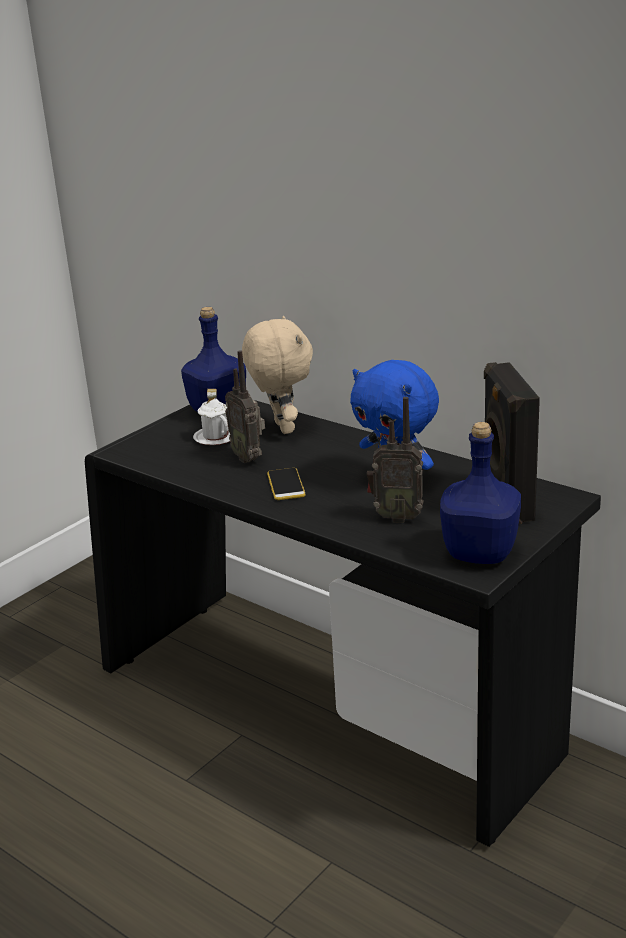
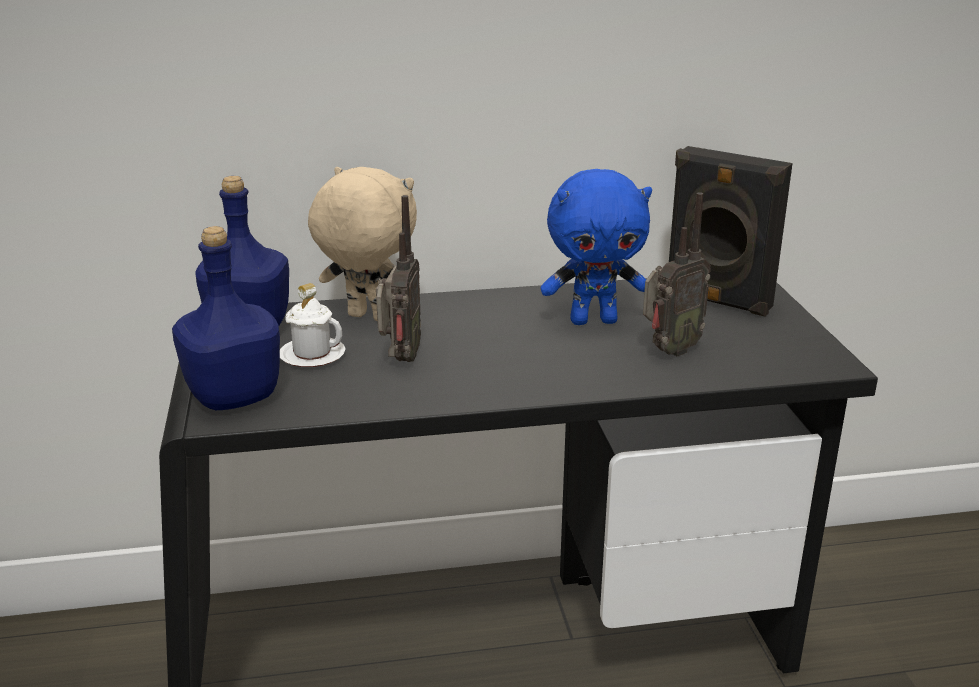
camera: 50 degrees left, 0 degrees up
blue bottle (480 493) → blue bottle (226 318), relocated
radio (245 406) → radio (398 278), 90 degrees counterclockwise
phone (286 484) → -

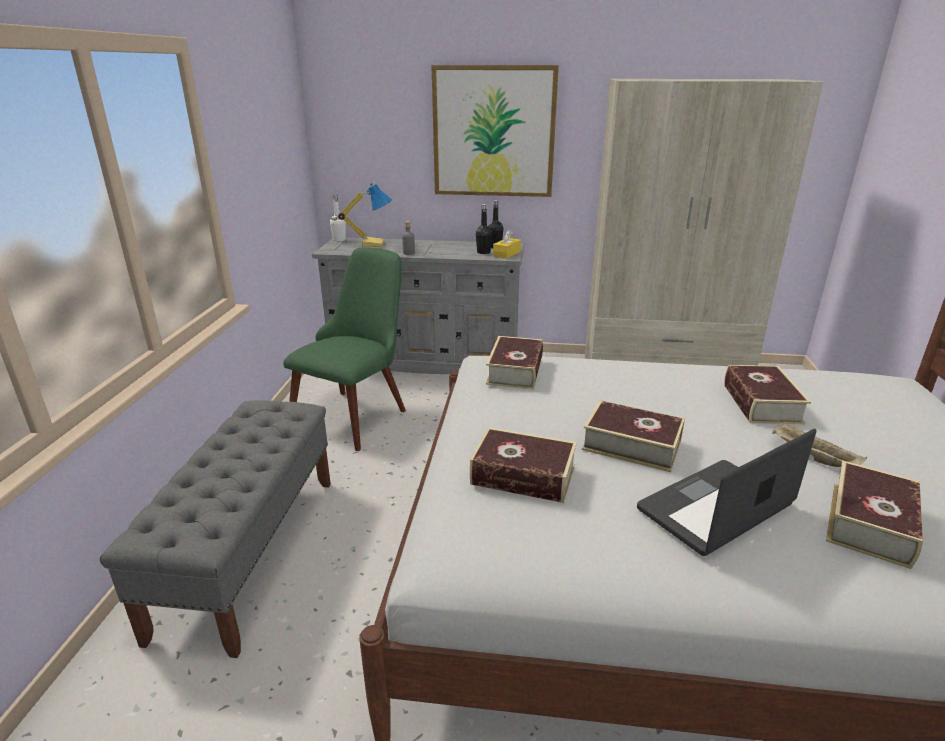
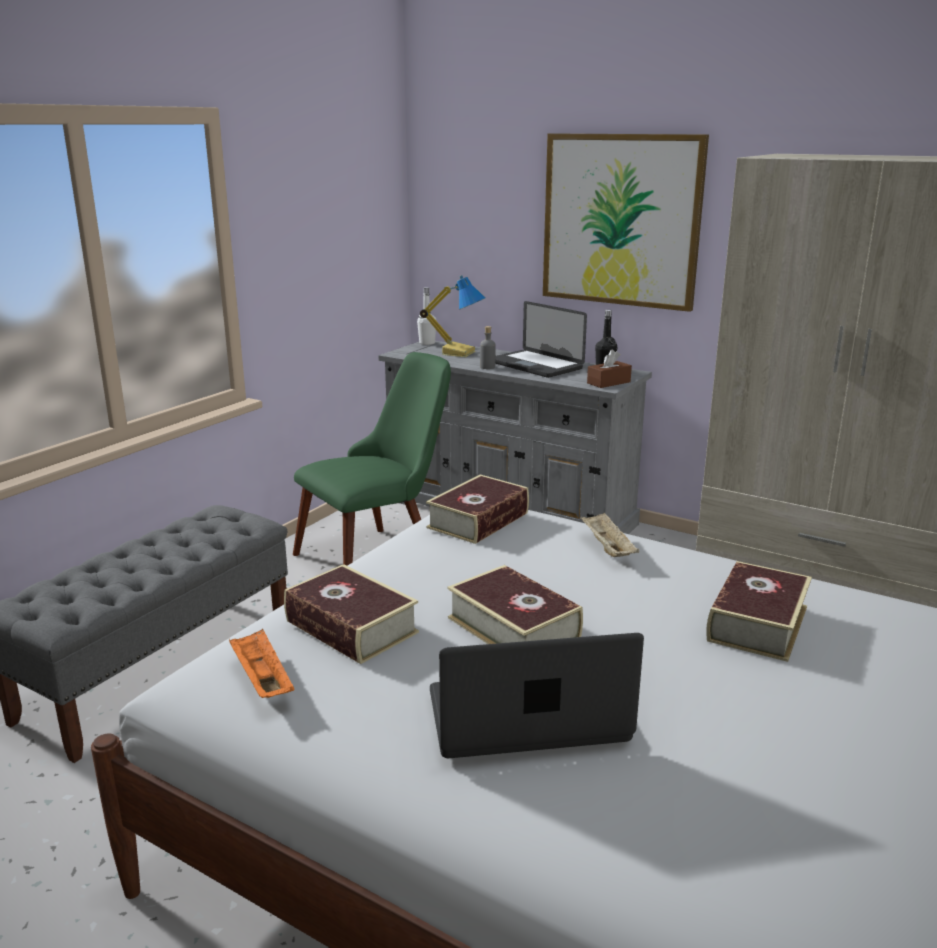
camera: 25 degrees right, 5 degrees down
- → orange tray (261 663)
- → laptop (541 339)
beige tray (819 444) → beige tray (610 534), relocated
yellow tissue box (507 244) → brown tissue box (609 369)
black bottle (484 229) → -
book (874 514) → -

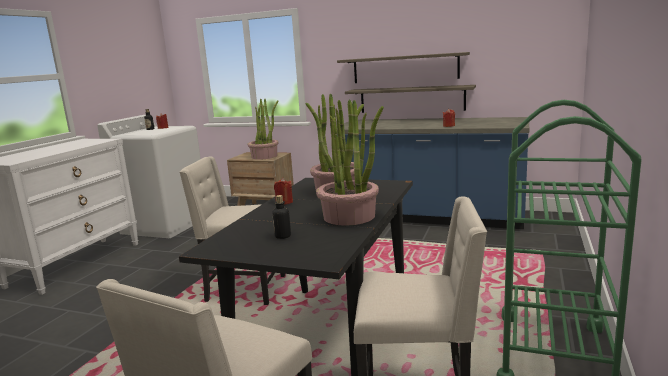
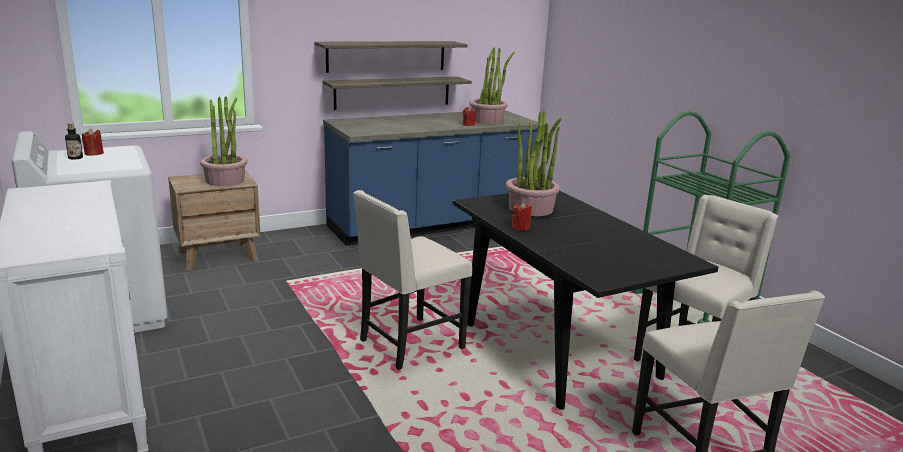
camera: 50 degrees left, 5 degrees up
potted plant (350 162) → potted plant (492 86), relocated
bottle (282 217) → -

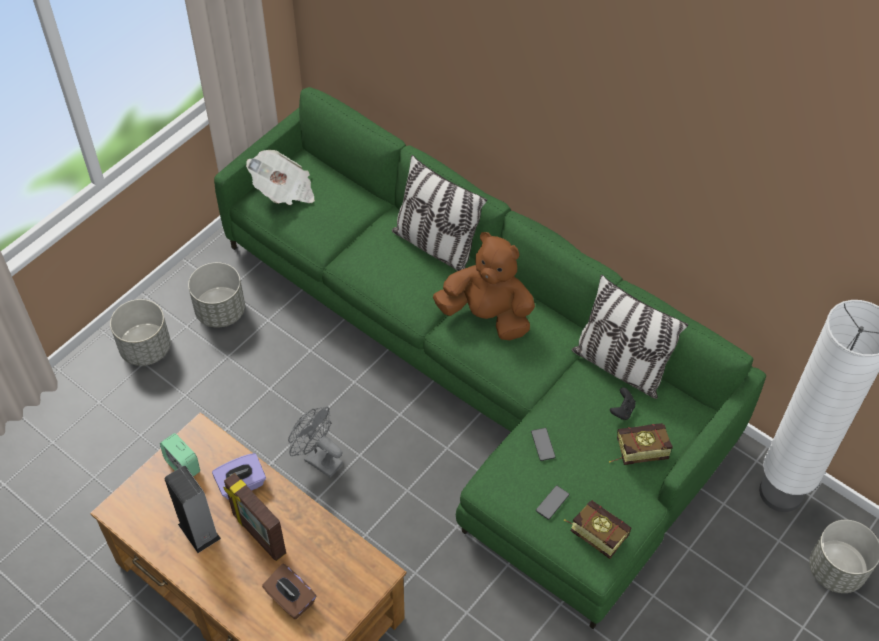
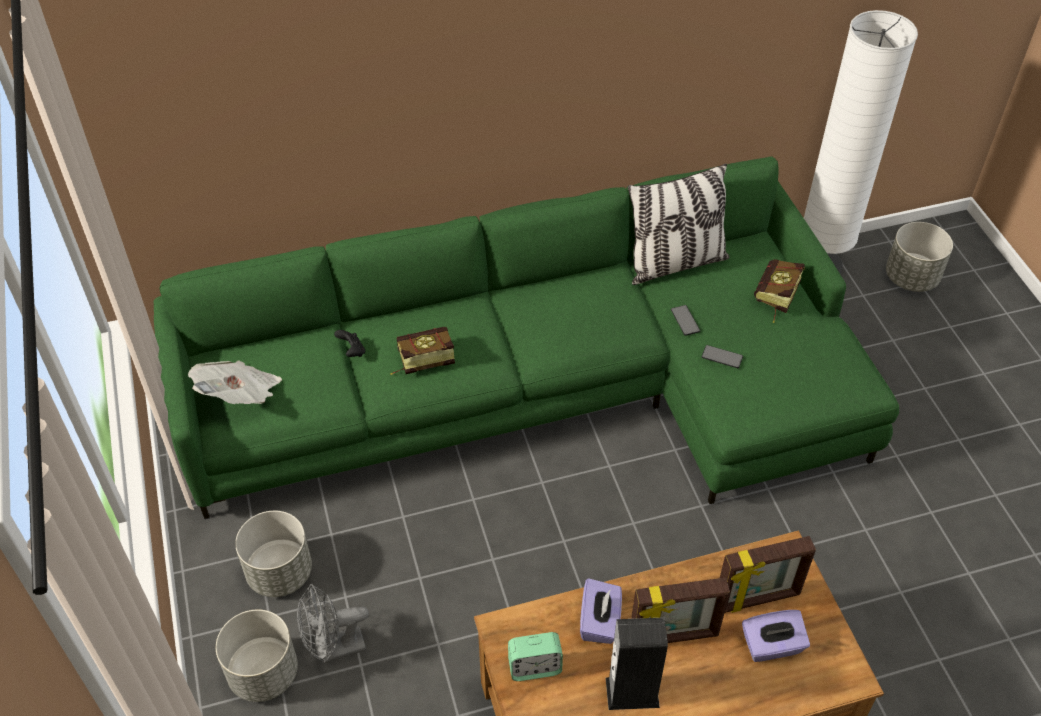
camera: 55 degrees left, 5 degrees down
grey fan (315 442) → grey fan (333 624), relocated
black game controller (623 403) → black game controller (349 343), relocated
book (597 529) → book (422 351), relocated
phone (552 502) → phone (685 320), relocated
- → picture frame (768 574)
brown tissue box (289 591) → purple tissue box (776 636)
pillow (439 213) → -
brown plush toy (484 286) → -

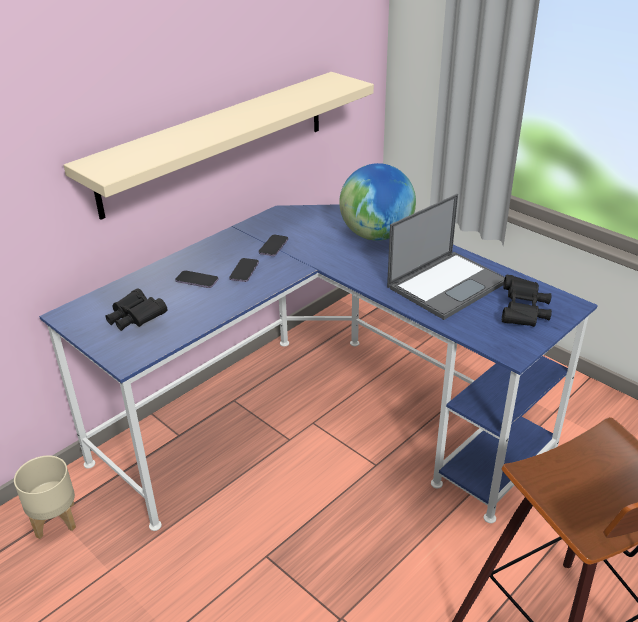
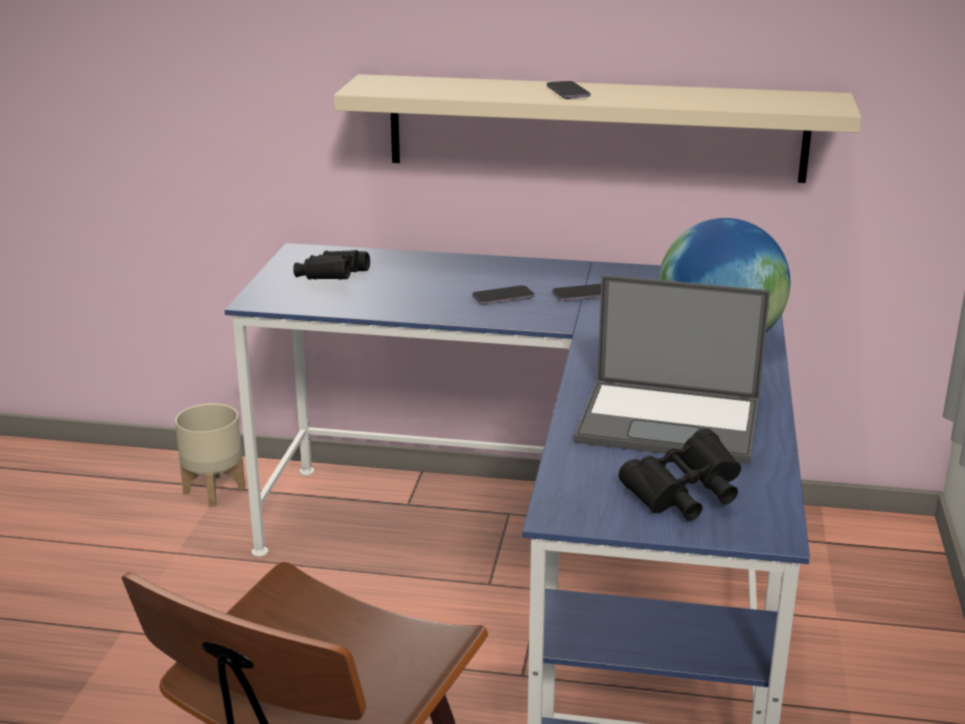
camera: 55 degrees right, 10 degrees down
phone (196 279) → phone (568 90), relocated

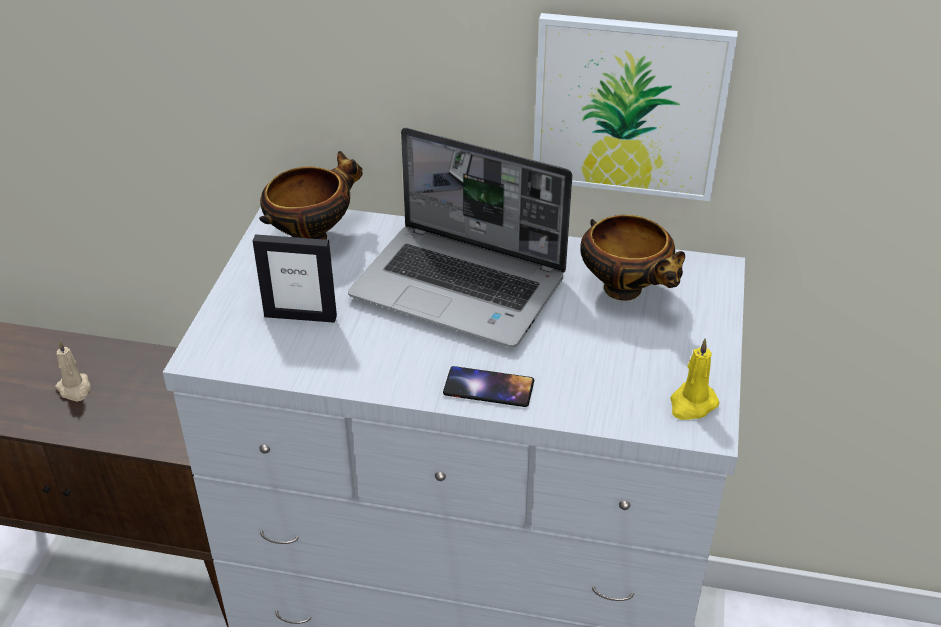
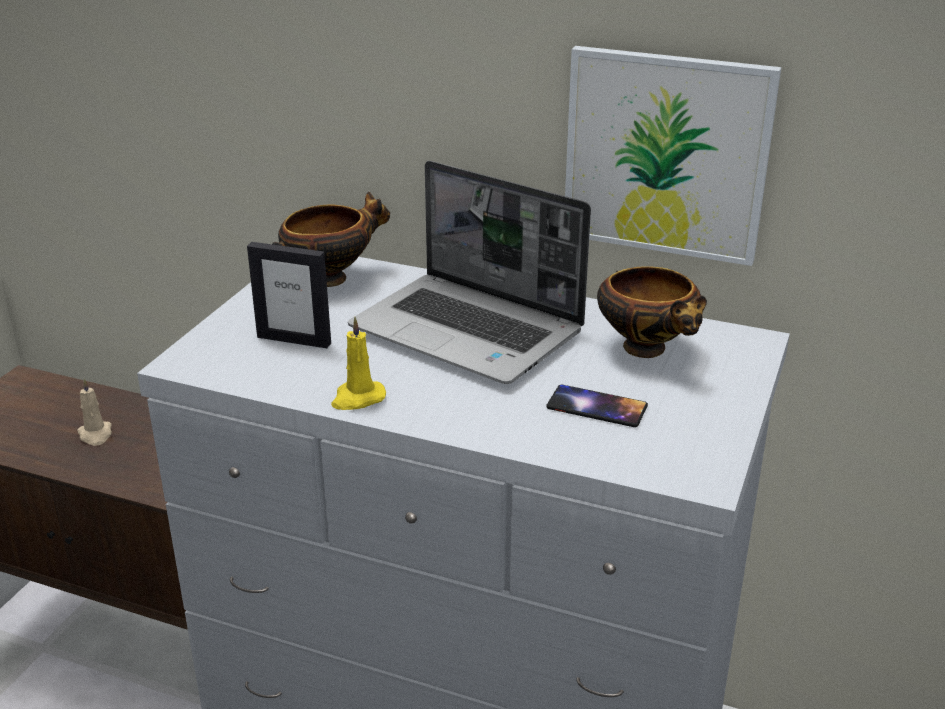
camera: 10 degrees right, 10 degrees down
yellow candle (694 379) → yellow candle (358 363), relocated
phone (488 386) → phone (597 406), relocated

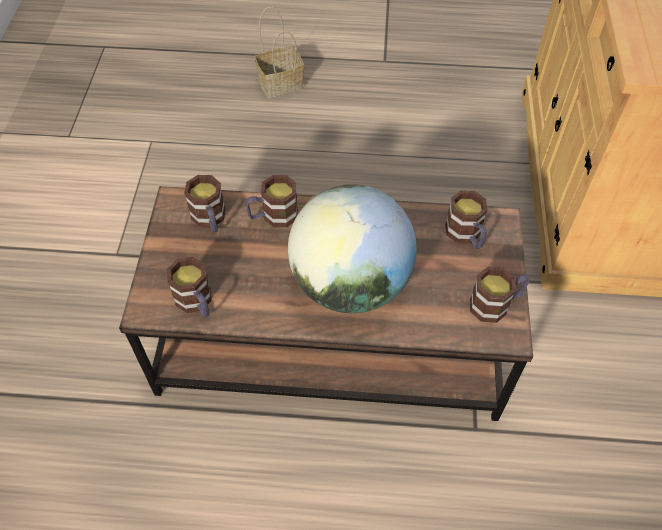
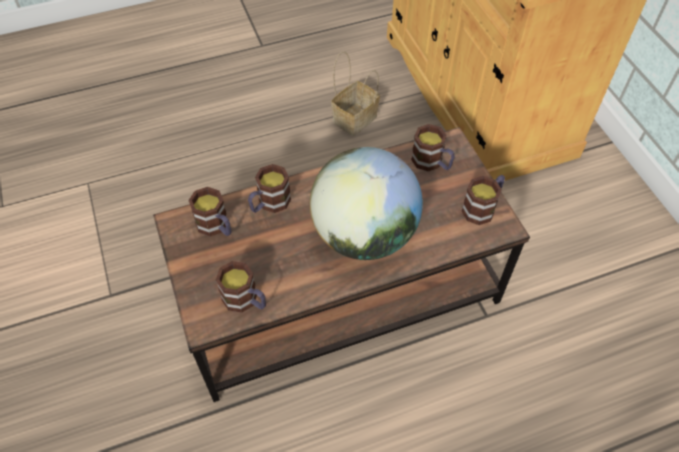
camera: 25 degrees left, 0 degrees up
basket (279 52) → basket (355 93), relocated

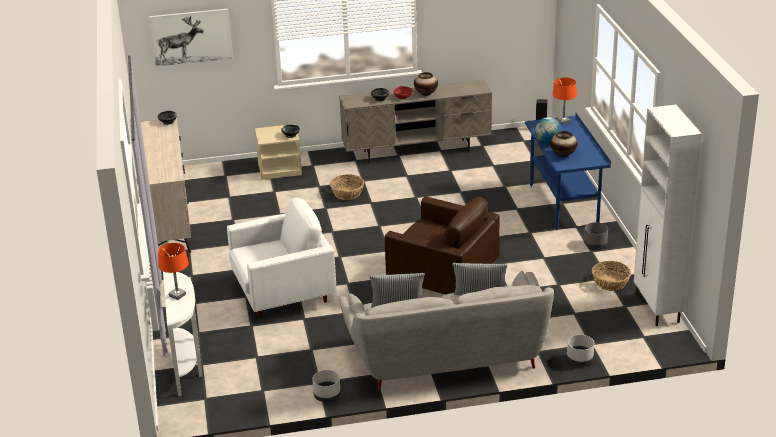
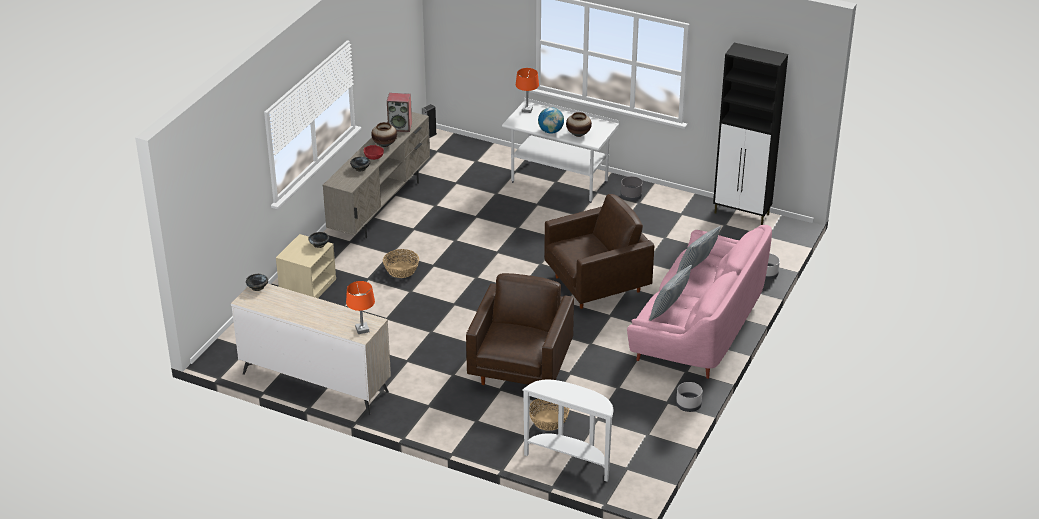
camera: 55 degrees left, 5 degrees up
orange table lamp (173 271) → orange table lamp (360 307), relocated
- → speaker (399 112)
white armchair (282 258) → brown armchair (520 329)
blue desk (568 172) → white desk (560 150)
basket (611 276) → basket (549 414), relocated
grey sofa (446 331) → pink sofa (699 302)
white cabinet (668 215) → black cabinet (750 134)
picture (191 38) → -

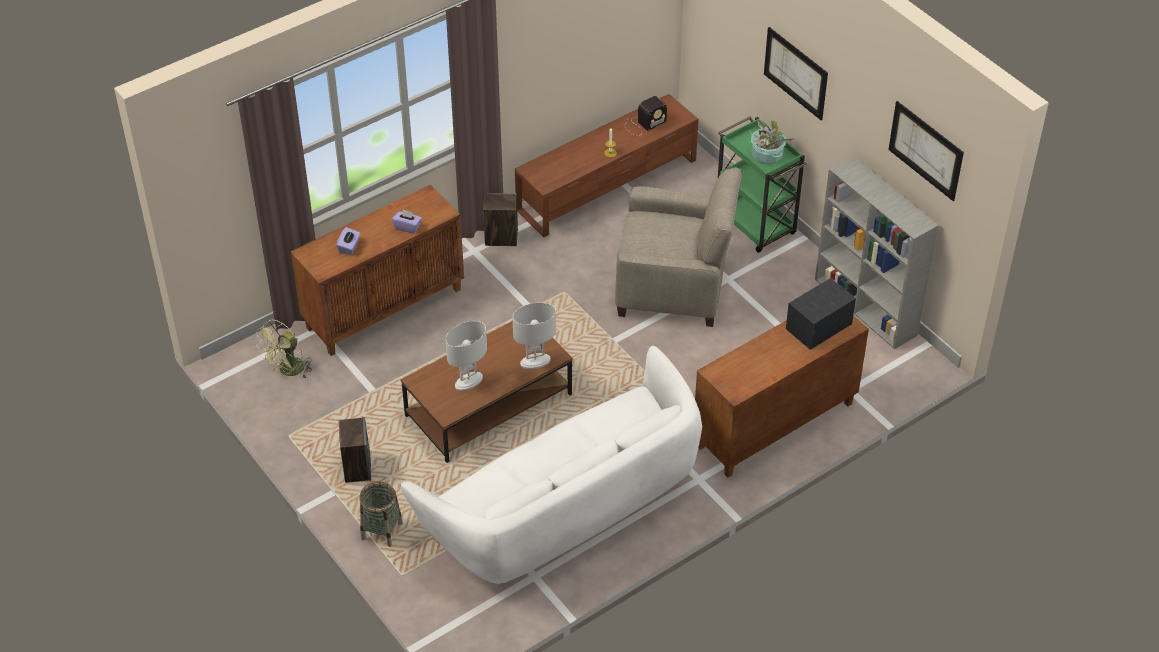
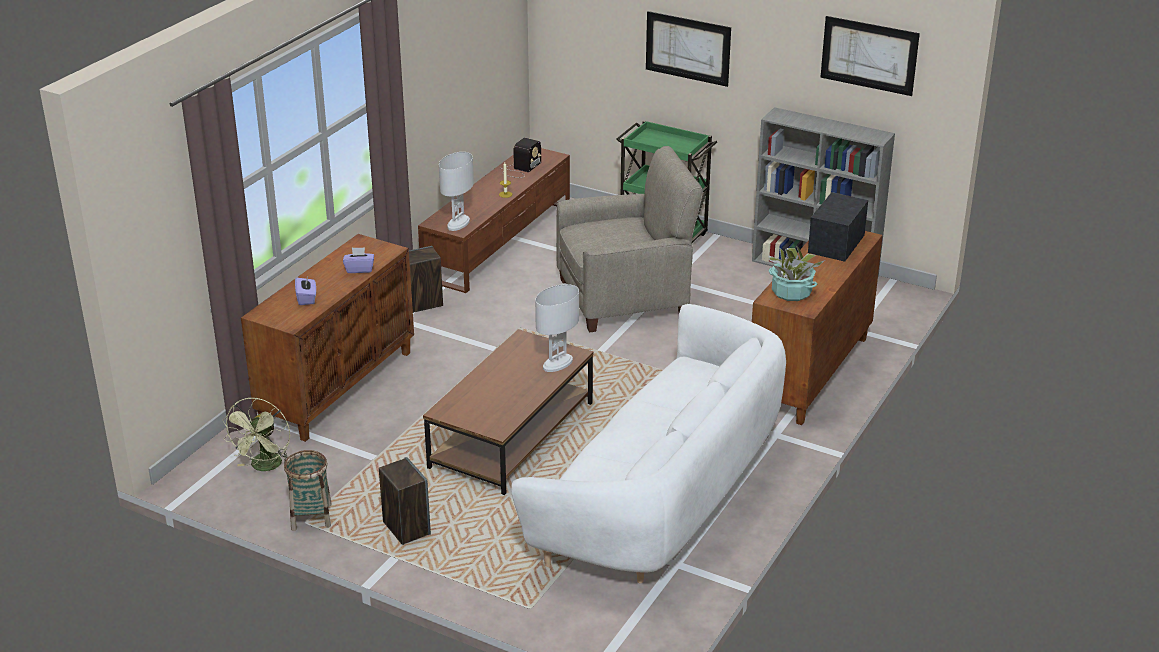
camera: 25 degrees left, 15 degrees down
basket (381 514) → basket (308 490), relocated
white table lamp (466 356) → white table lamp (456 191), relocated
potted plant (773 142) → potted plant (796 273), relocated

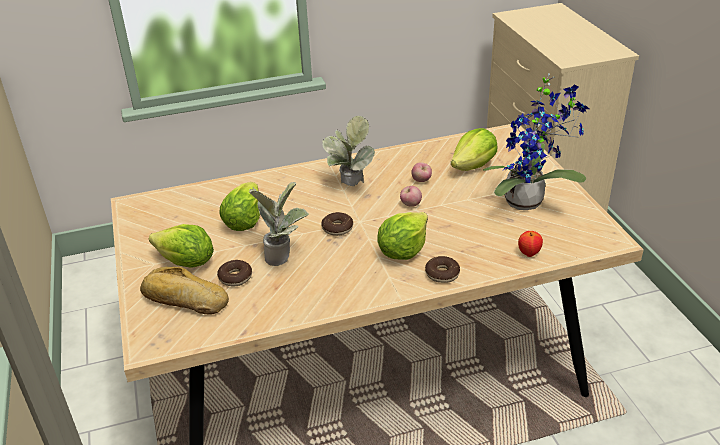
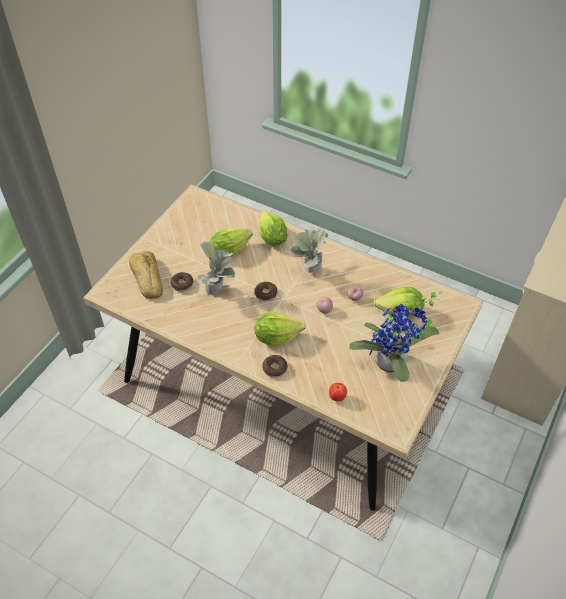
camera: 45 degrees right, 15 degrees up
lettuce (181 246) → lettuce (273 228), relocated

